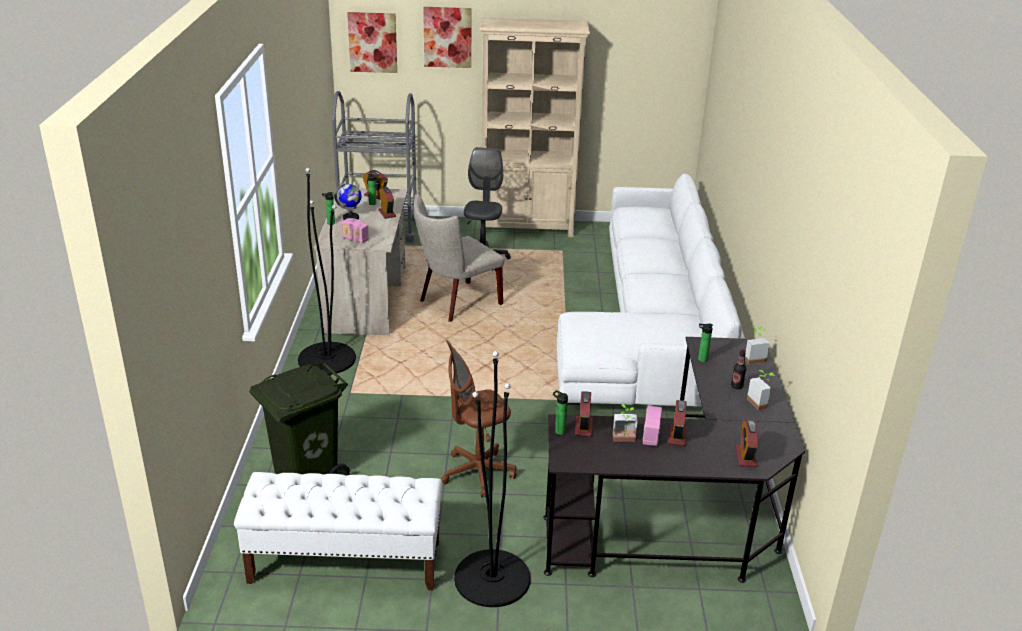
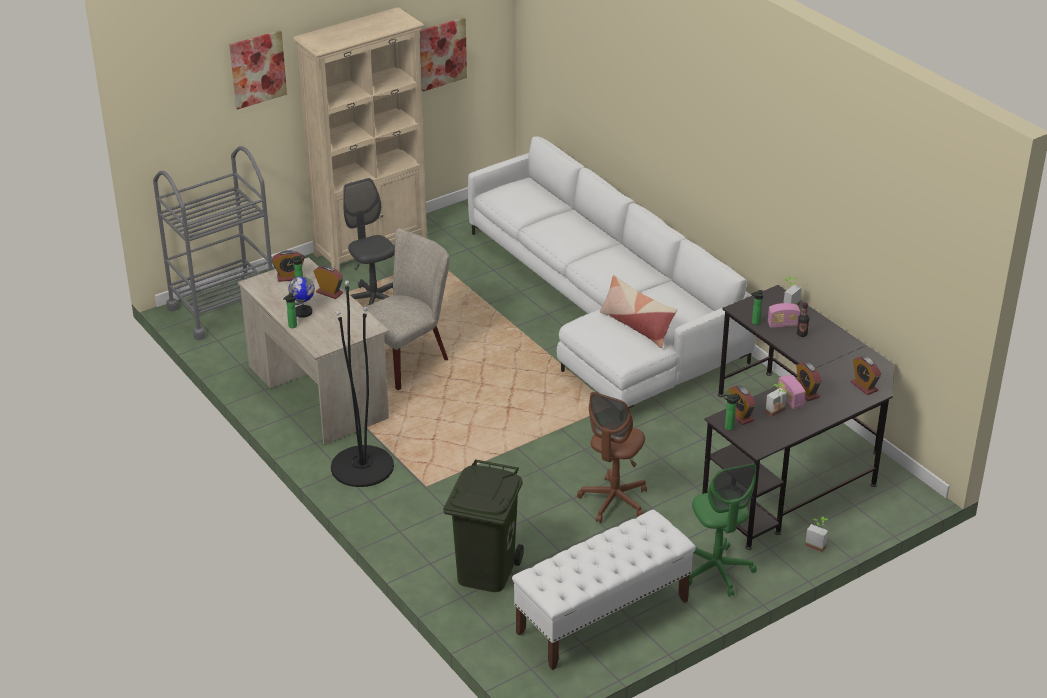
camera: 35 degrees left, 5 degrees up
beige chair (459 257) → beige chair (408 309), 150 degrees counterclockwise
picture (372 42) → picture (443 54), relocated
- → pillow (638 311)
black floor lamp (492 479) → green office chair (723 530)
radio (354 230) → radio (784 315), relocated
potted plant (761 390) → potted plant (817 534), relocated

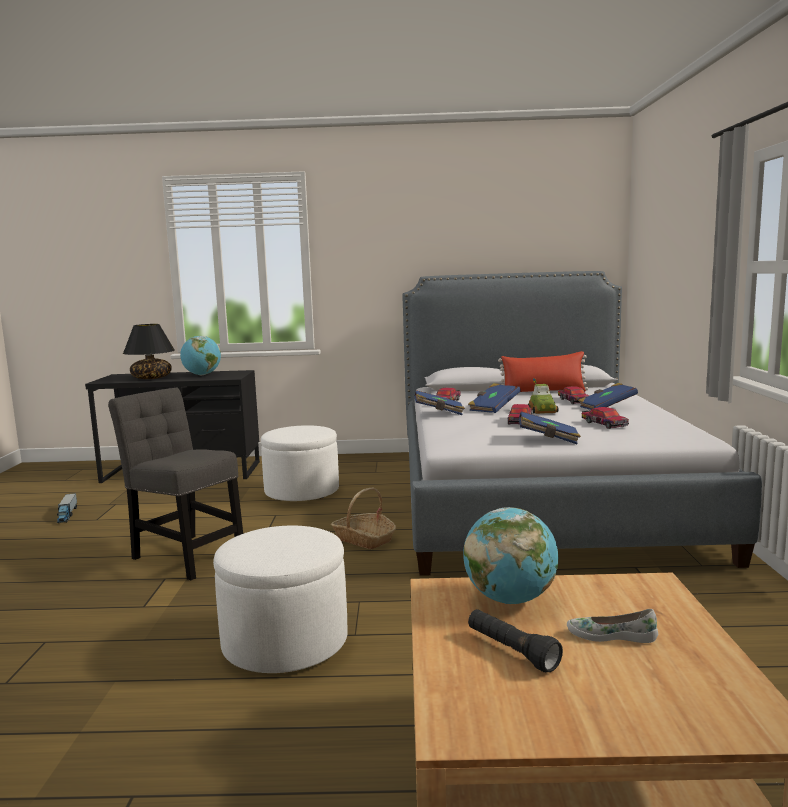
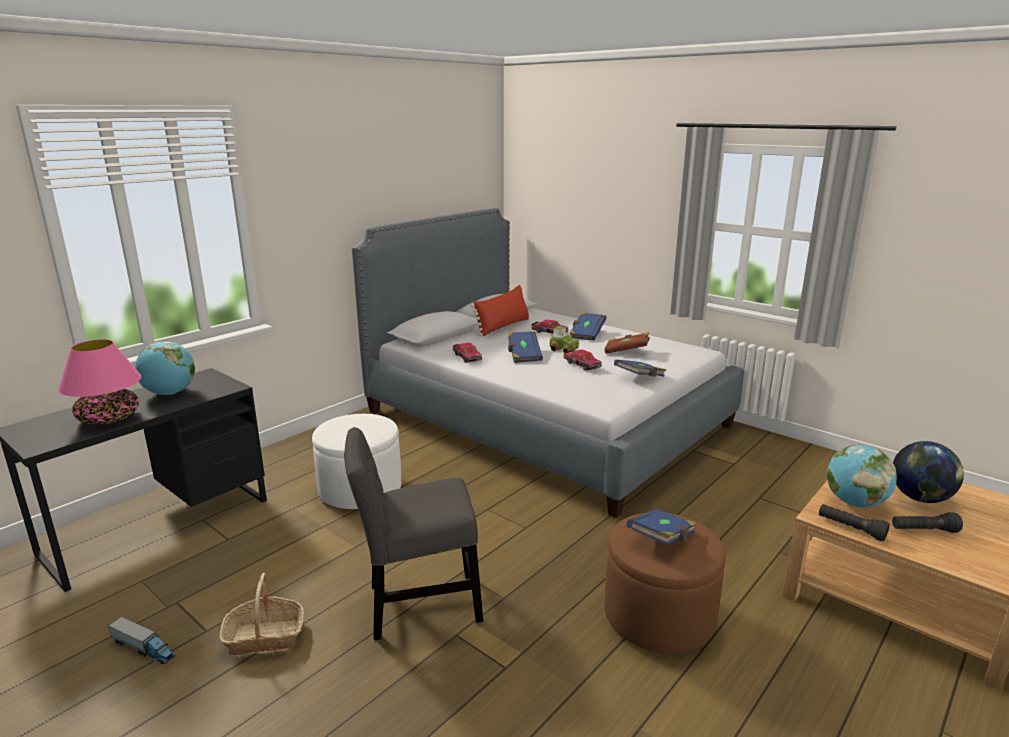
camera: 50 degrees left, 10 degrees up
black table lamp (149 351) → pink table lamp (99 382)
basket (363 518) → basket (261 614), relocated
toy car (605 418) → brown book (627 343)
white ottoman (280 599) → brown ottoman (665 583)
blue book (439 402) → blue book (661 527), relocated
- → black flashlight (854 522)
white shoe (612 626) → globe (928 472)

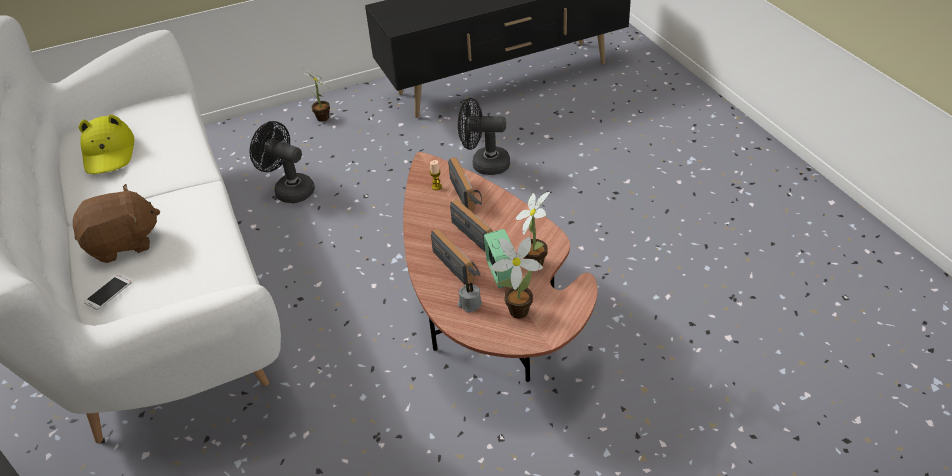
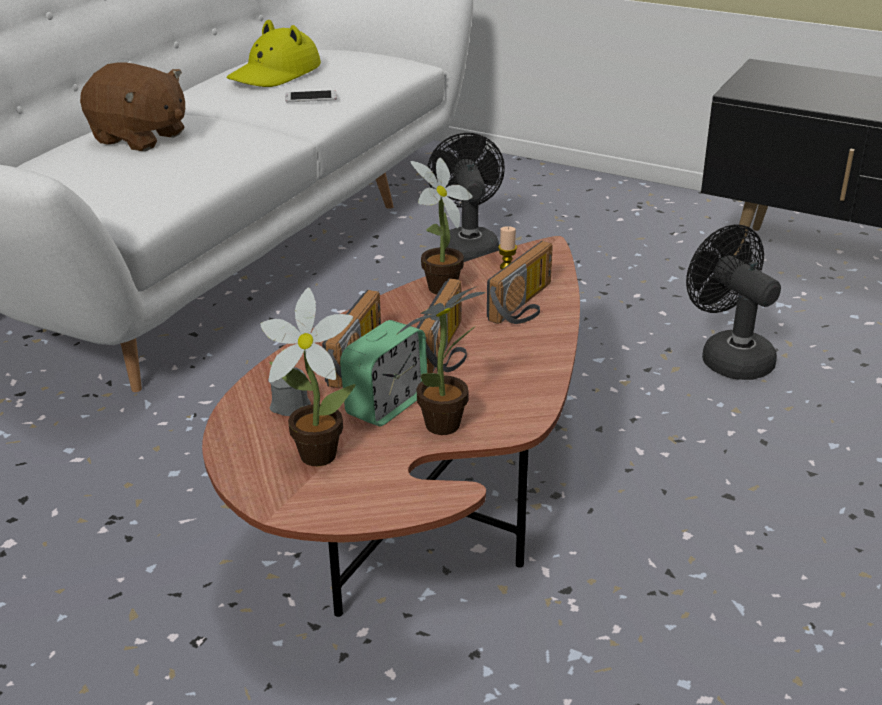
camera: 50 degrees right, 10 degrees down
phone (108 292) → phone (311 96), relocated
potted plant (317 95) → potted plant (441 225), relocated

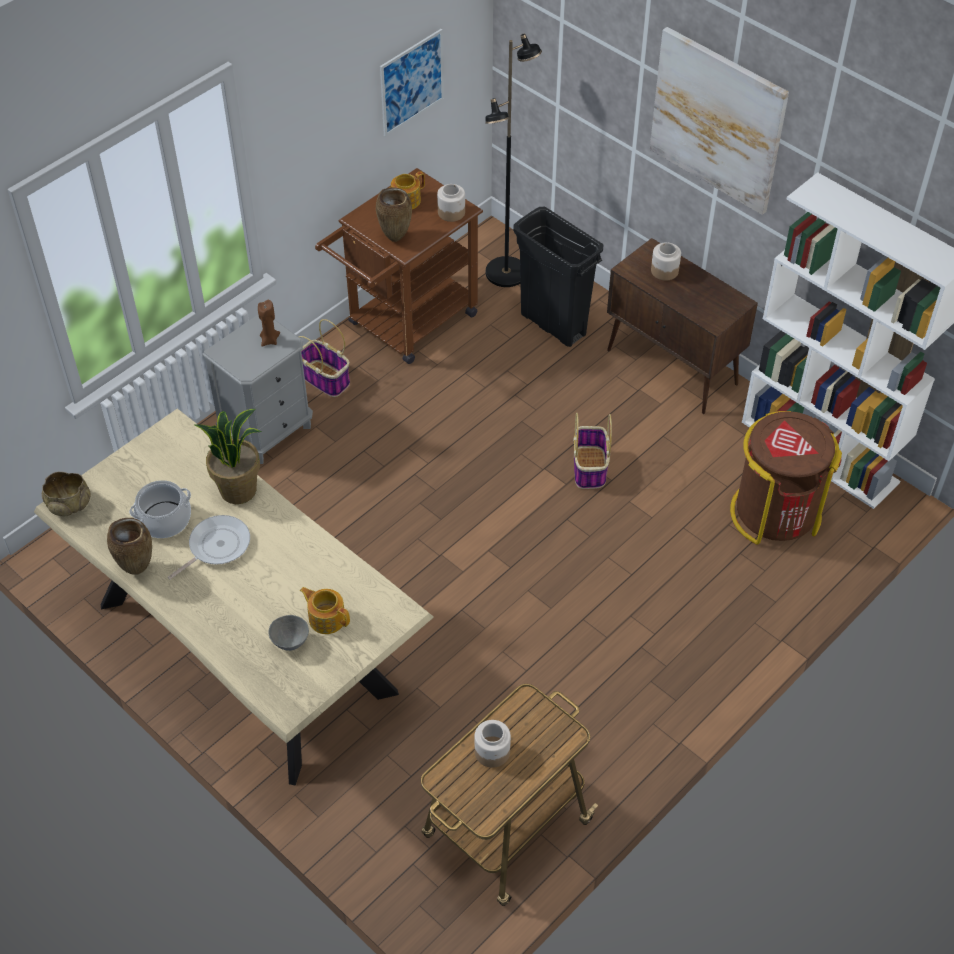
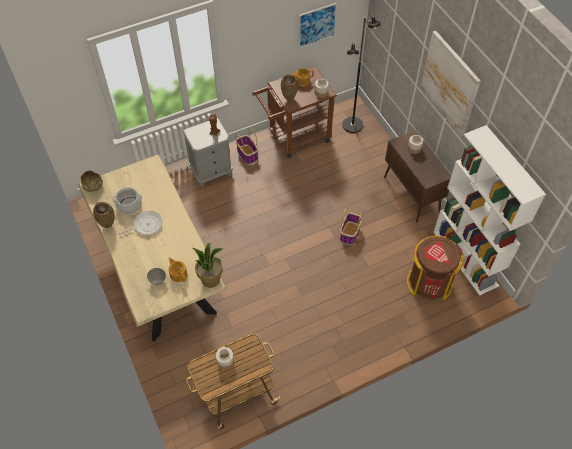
camera: 20 degrees right, 5 degrees up
potted plant (228 456) → potted plant (207 265), relocated
black trash can (558 277) → -

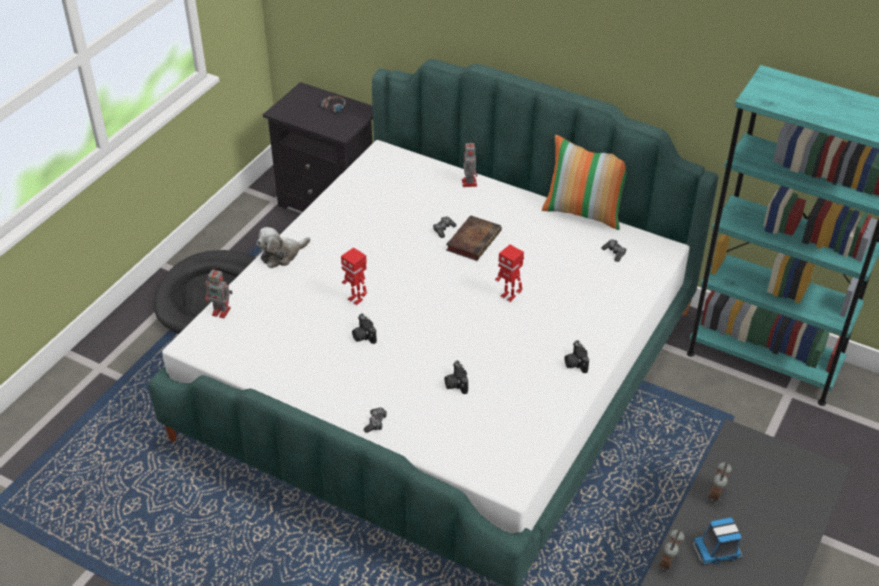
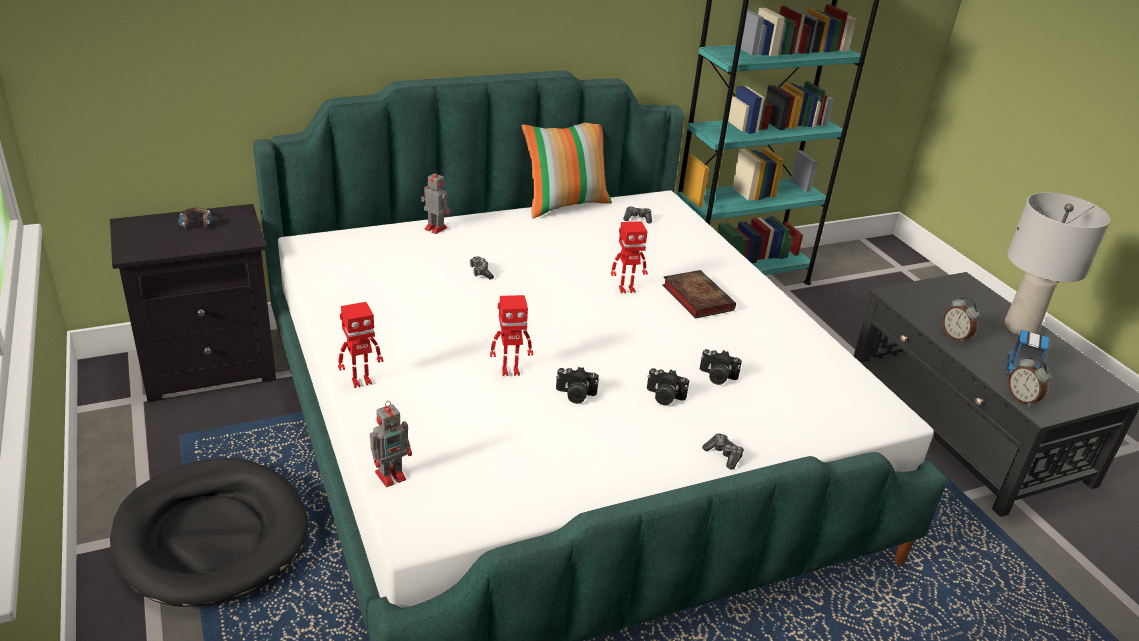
camera: 55 degrees left, 10 degrees down
plush toy (283 247) → toy robot (361 345)
photo camera (577 356) → photo camera (668 386), relocated
book (474 238) → book (699 294), relocated
- → grey table lamp (1057 263)

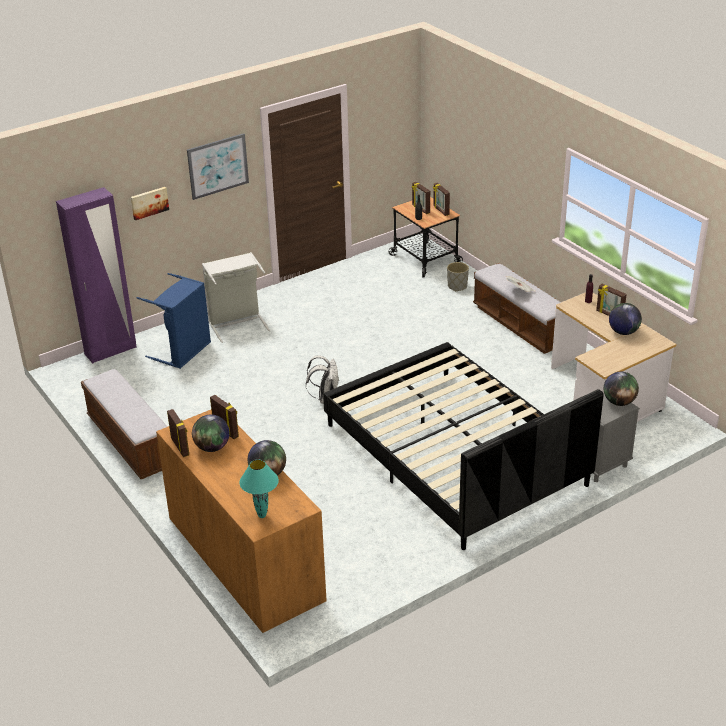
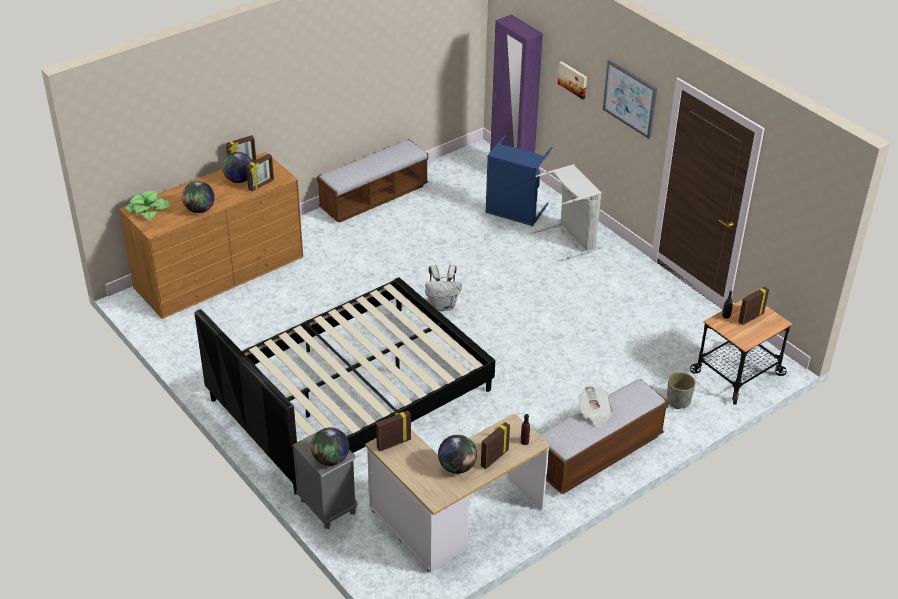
camera: 85 degrees right, 5 degrees up
turquoise table lamp (259 489) → potted plant (148 206)
picture frame (441 199) → picture frame (393 430), relocated

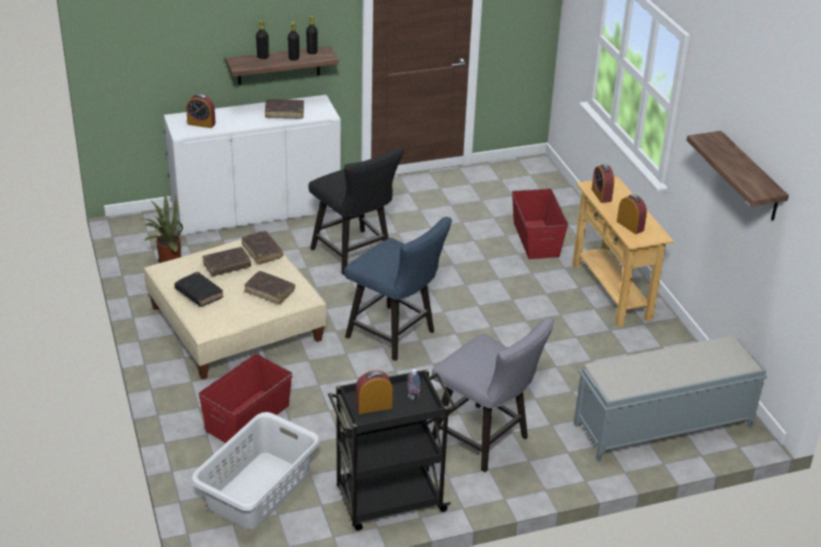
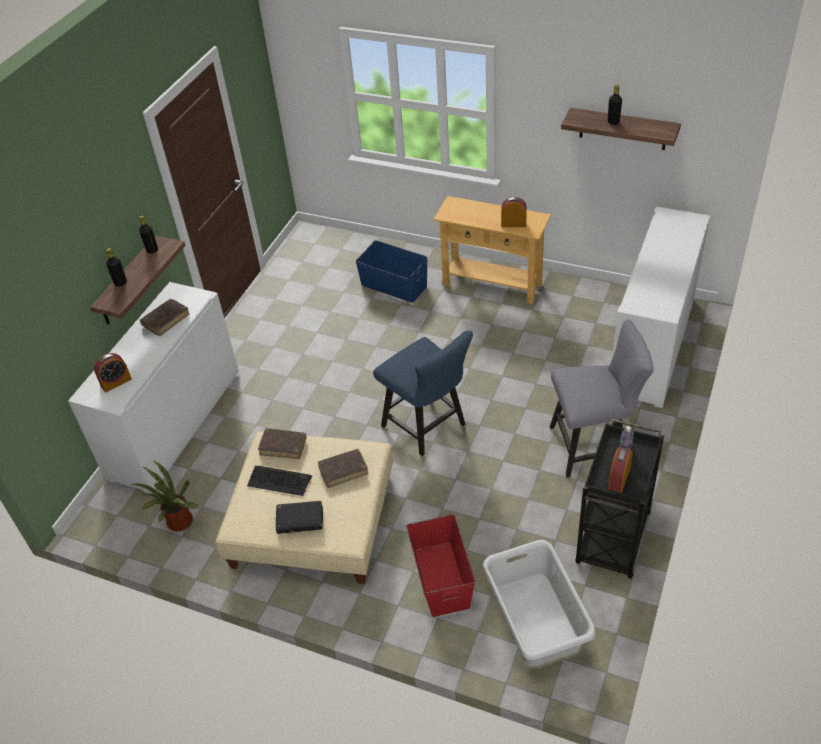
camera: 45 degrees left, 10 degrees up
brown book (227 261) → keyboard (279 481)
red storage box (540 224) → blue storage box (392 271)
blue chair (398 289) → blue chair (423 393), 60 degrees clockwise
black bottle (293 41) → black bottle (615 104), relocated
grey bench (670 399) → white cabinet (661 307)
black chair (356 211) → -
alarm clock (603 183) → -

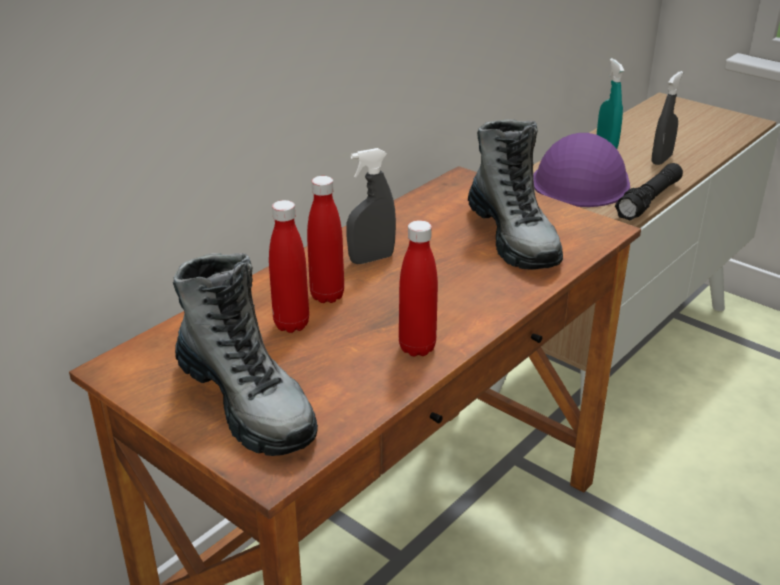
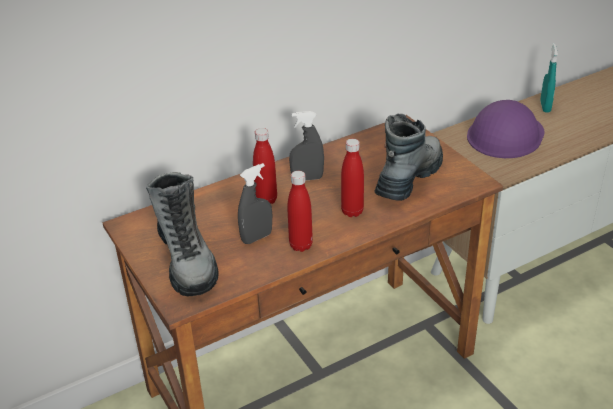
camera: 20 degrees right, 5 degrees up
grey spray bottle (667 118) → grey spray bottle (255 203), relocated
red bottle (289 266) → red bottle (352 178), relocated
boot (515 194) → boot (408 157), 150 degrees counterclockwise
black flashlight (649 192) → -

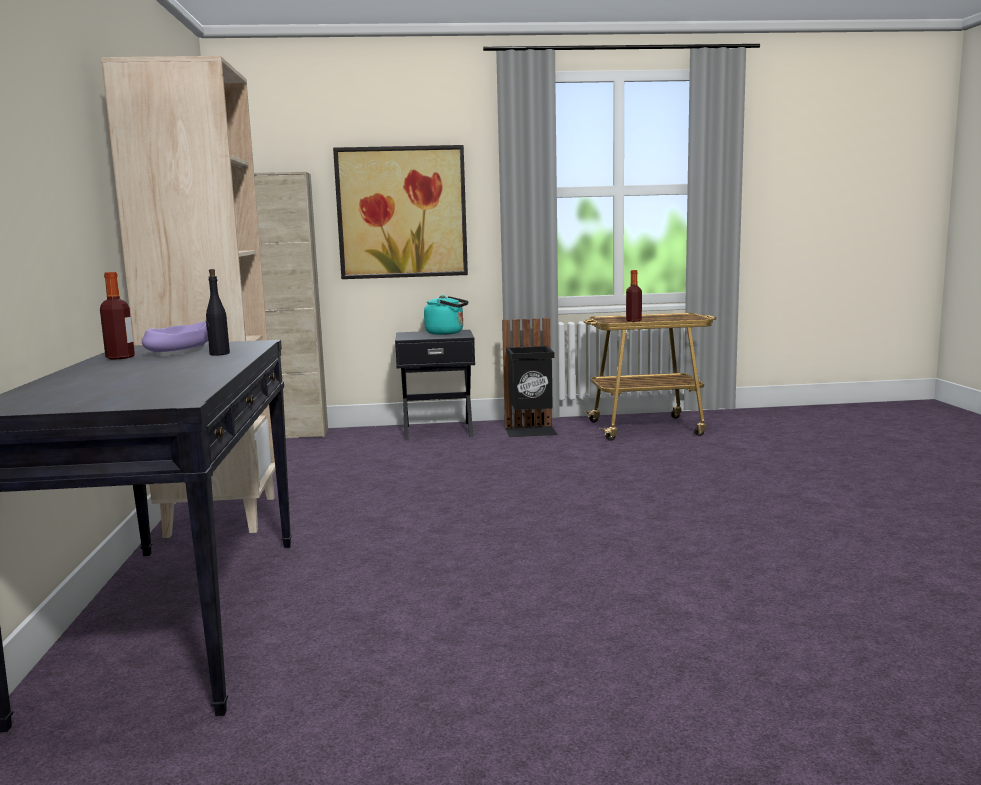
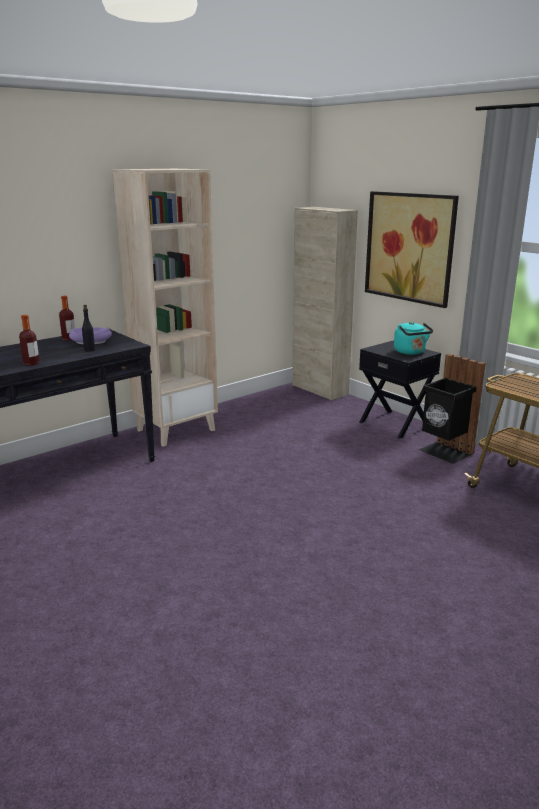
camera: 55 degrees right, 10 degrees up
bottle (634 296) → bottle (29 340), relocated

